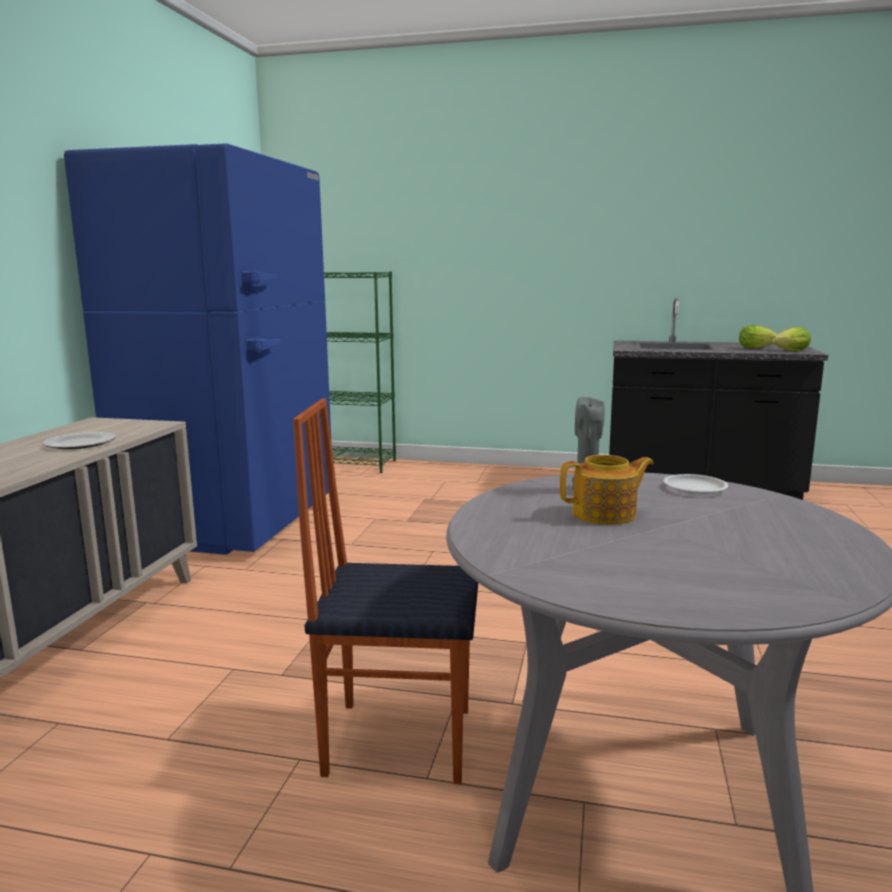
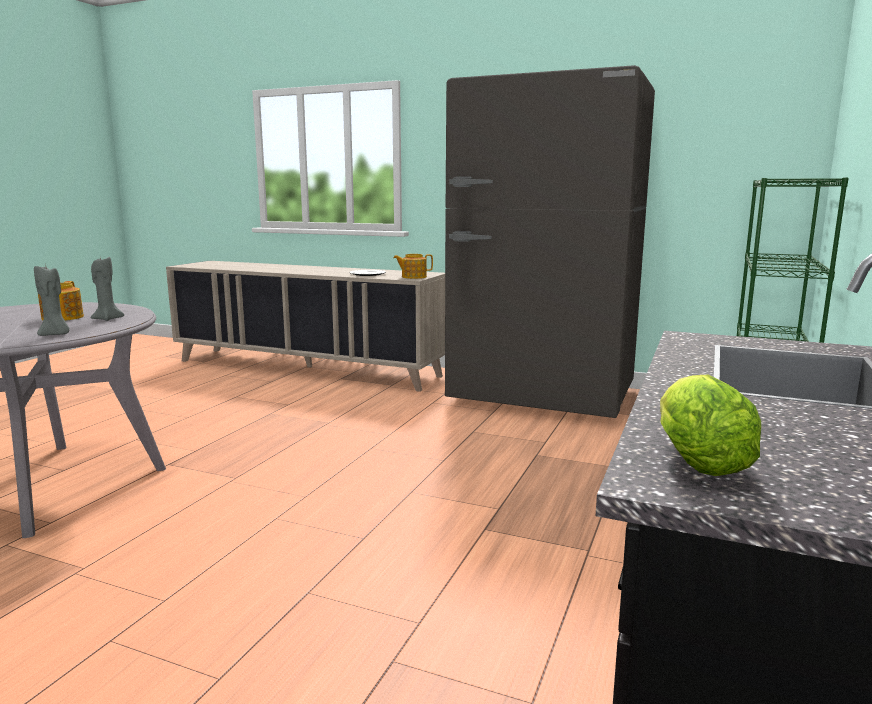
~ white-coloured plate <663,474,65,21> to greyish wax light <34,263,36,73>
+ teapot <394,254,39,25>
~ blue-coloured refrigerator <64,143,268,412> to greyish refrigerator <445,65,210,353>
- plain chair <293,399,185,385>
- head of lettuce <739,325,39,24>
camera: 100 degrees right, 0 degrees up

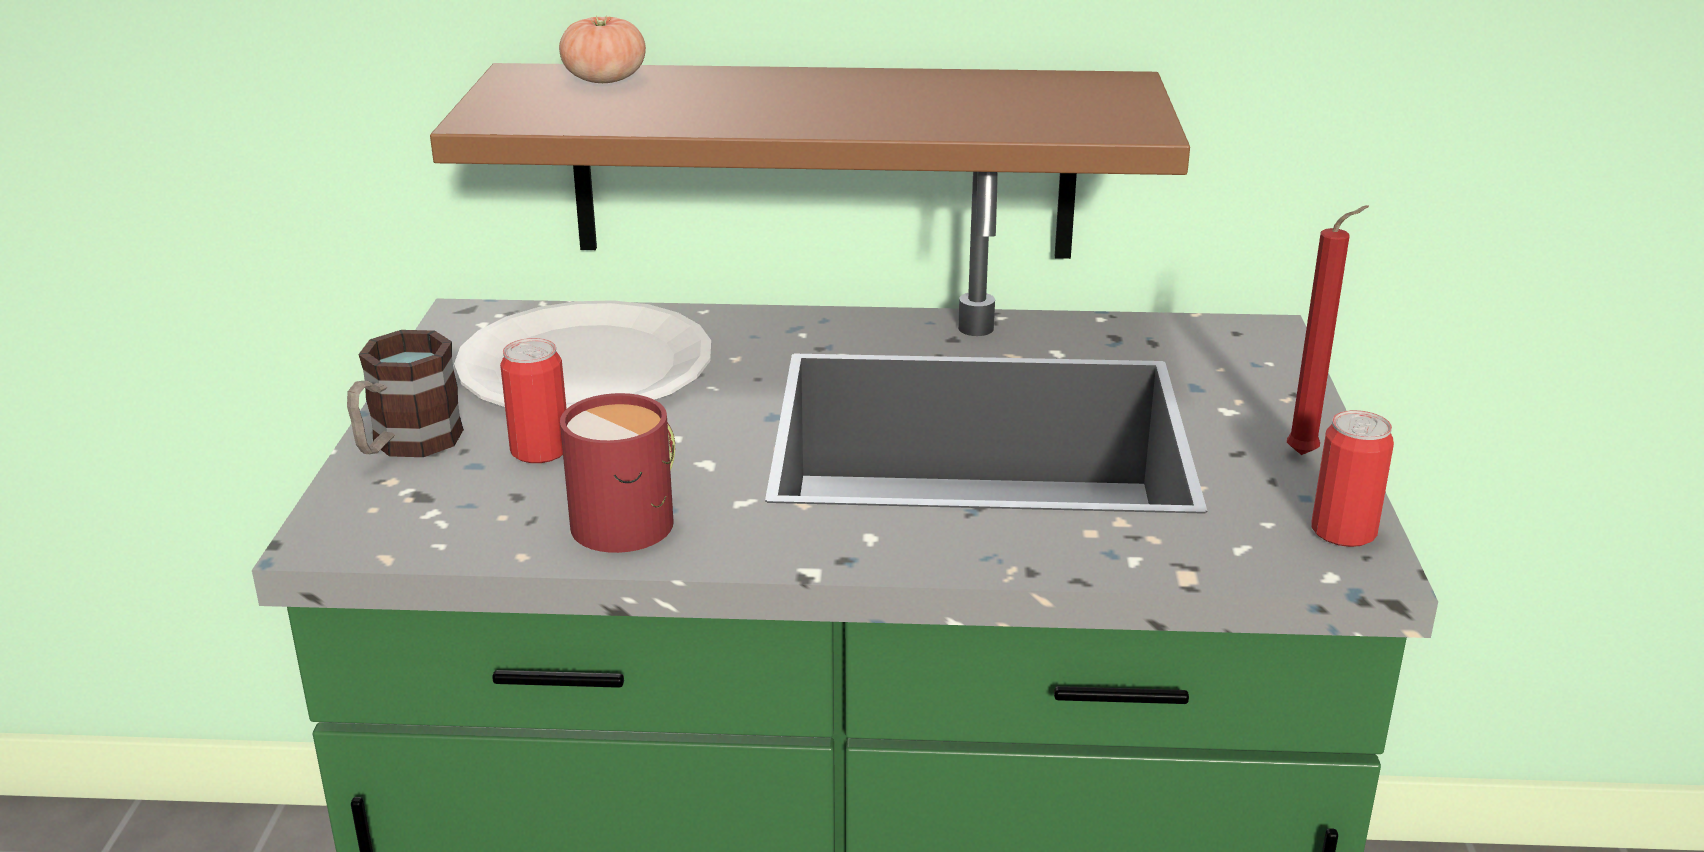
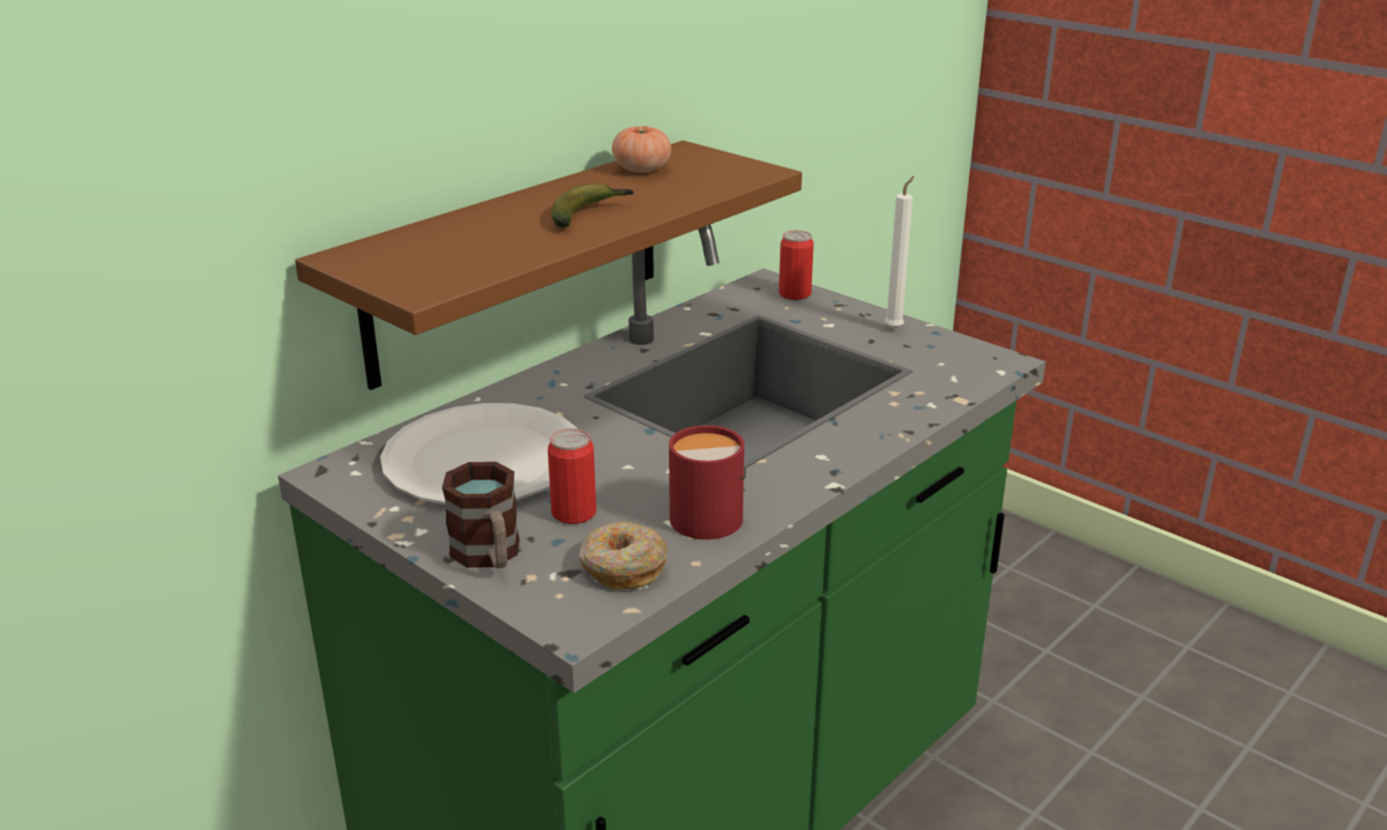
+ banana fruit <551,183,83,44>
+ doughnut <579,522,89,68>
~ fresh tomato <559,15,87,68> to <612,126,59,47>
~ can <1311,410,83,137> to <779,230,35,70>
~ red-coloured wax light <1287,205,82,250> to white-coloured wax light <885,176,29,154>
camera: 50 degrees left, 0 degrees up

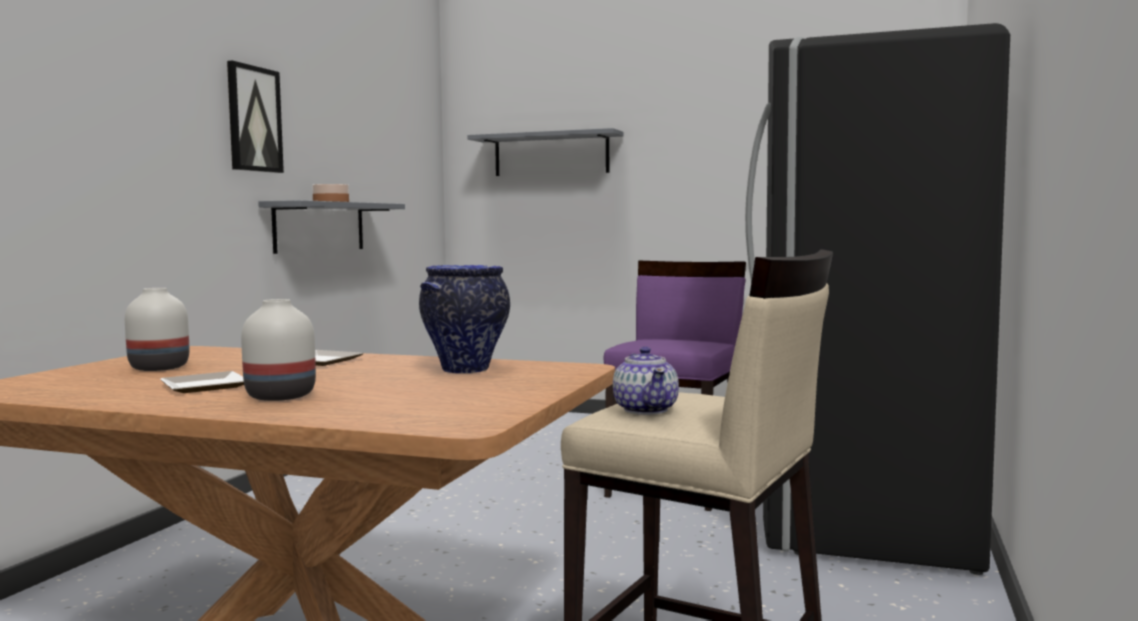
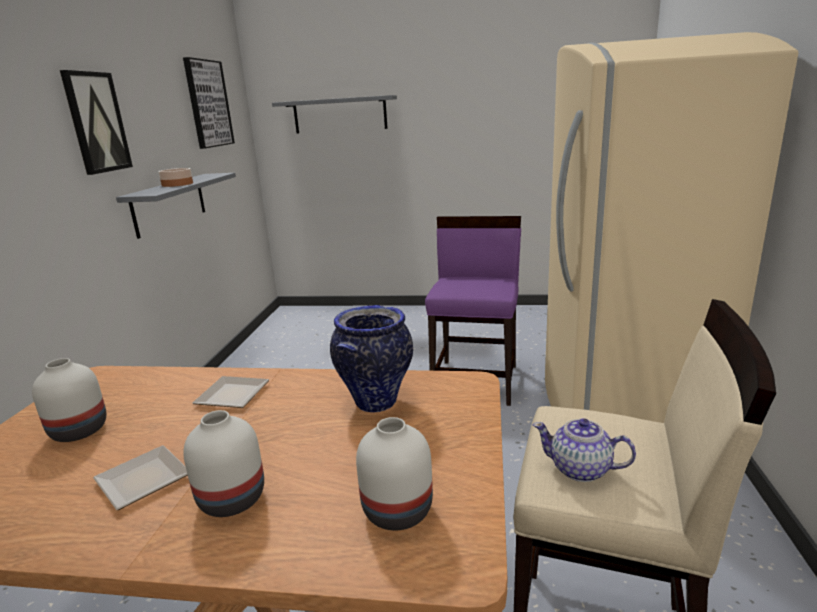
+ picture <183,57,52,92>
+ white-coloured vase <356,417,77,113>
~ teapot <613,347,66,68> = <533,418,103,64> 135 degrees clockwise
~ blackish refrigerator <745,23,265,552> to beige refrigerator <545,32,253,391>
camera: 10 degrees left, 15 degrees up

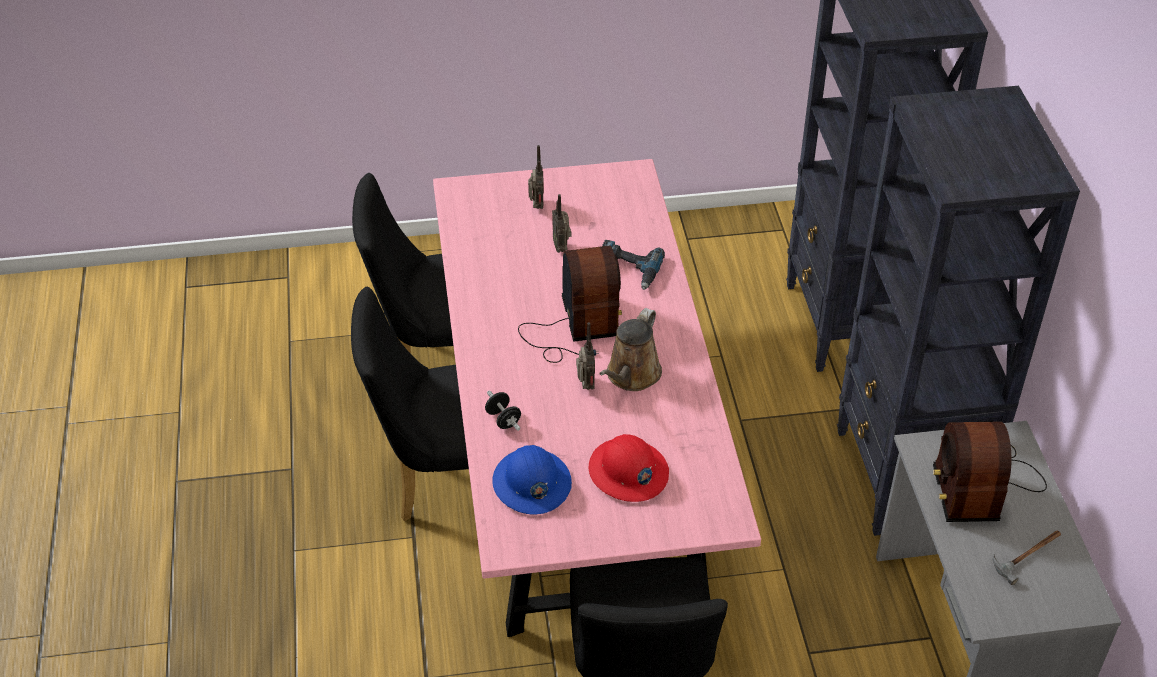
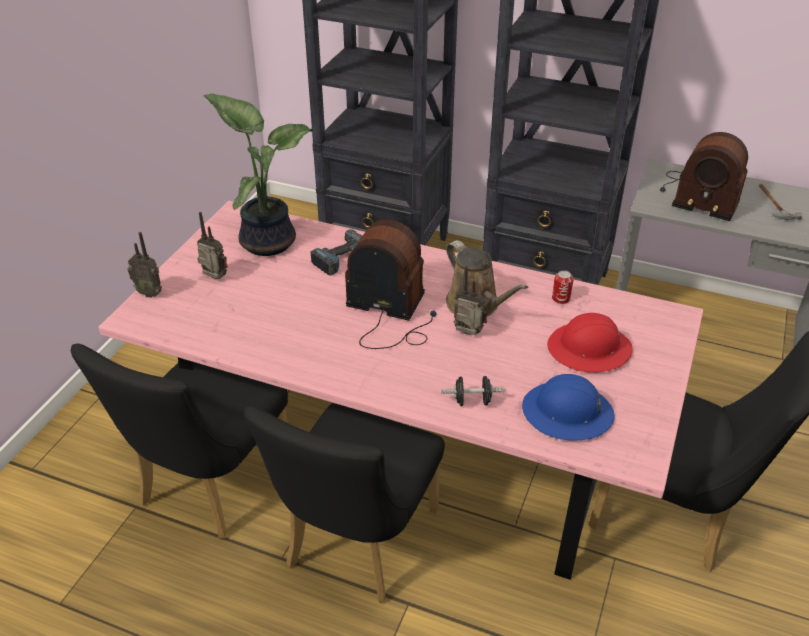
~ radio <552,194,19,59> to <127,232,35,66>
+ potted plant <203,94,110,162>
+ can <552,270,22,34>
camera: 60 degrees left, 5 degrees down

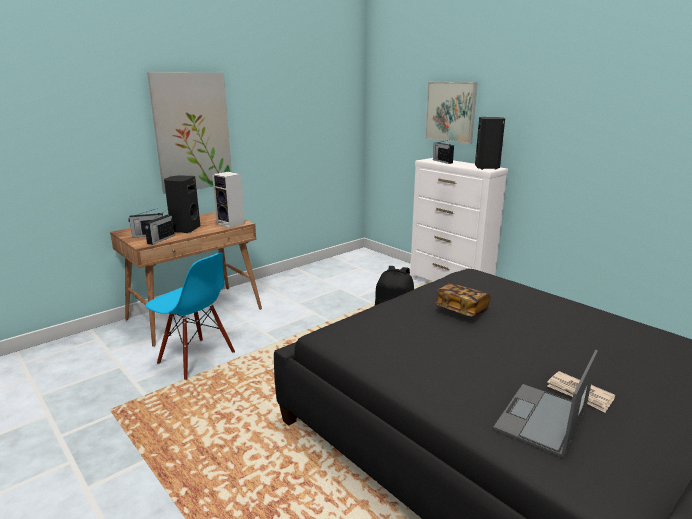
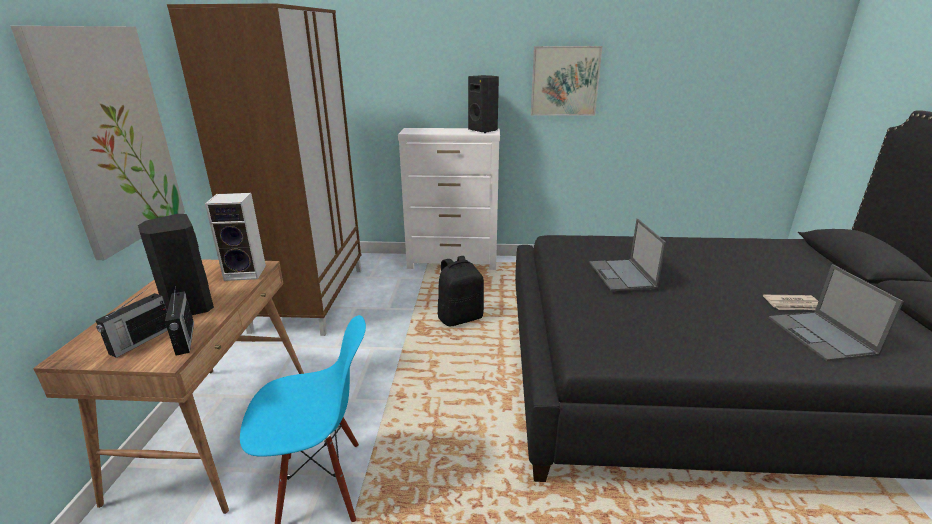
+ brown armoire <167,3,194,333>
~ picture <425,82,52,62> to <531,46,71,70>
~ book <435,283,56,34> to notebook computer <590,219,76,72>
- radio <433,140,21,24>
camera: 45 degrees left, 5 degrees up

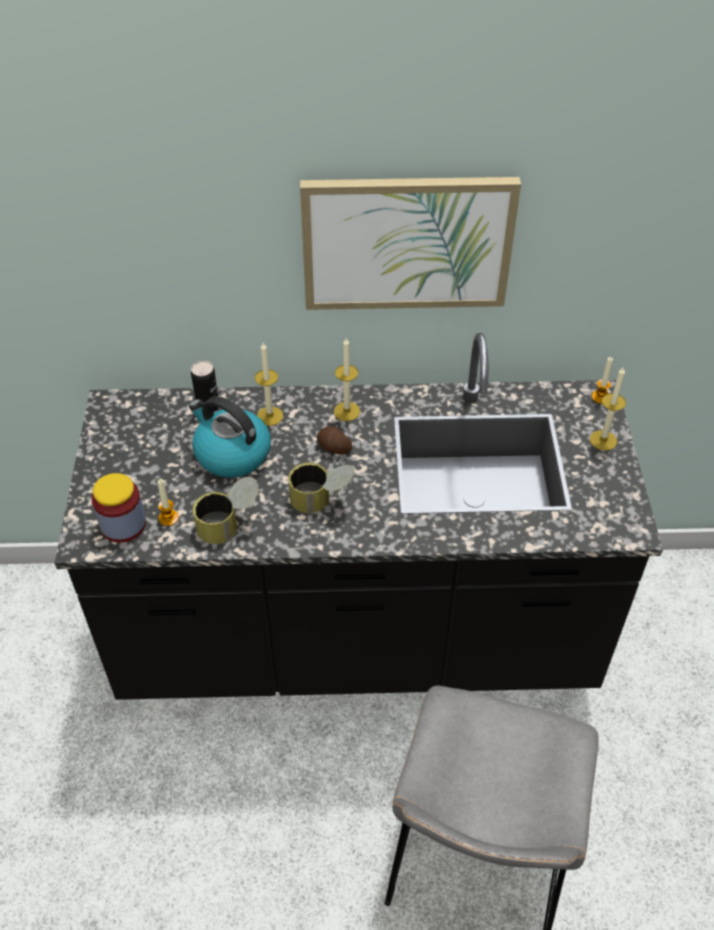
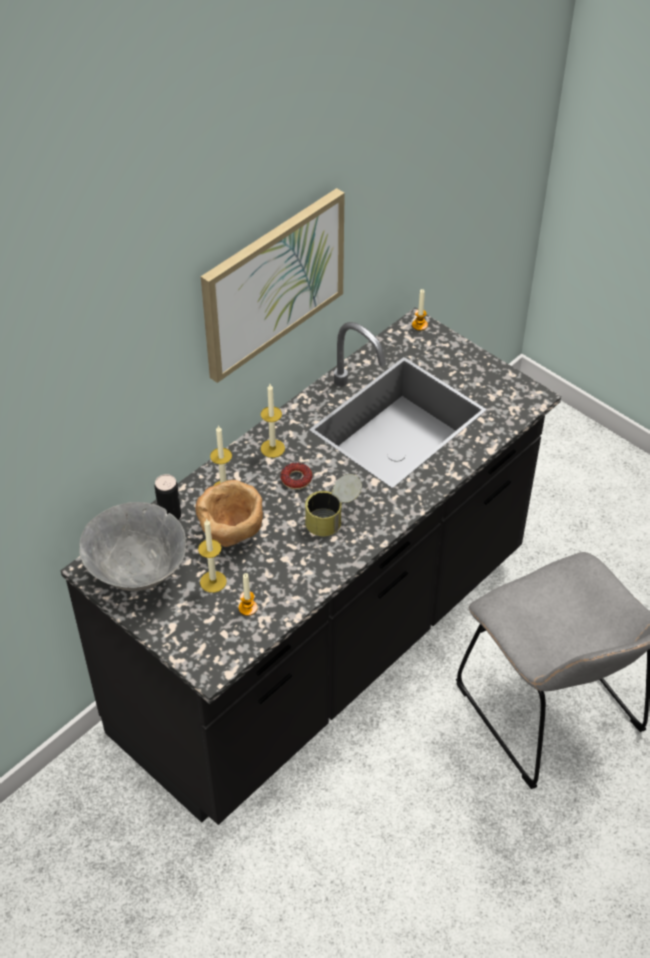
+ greyish deep dish <79,502,107,89>
~ tea kettle <189,396,82,82> to brown deep dish <196,480,67,67>
~ wax light <590,366,36,85> to <198,518,29,75>
~ spud <317,426,35,28> to doughnut <281,463,31,26>
- storage jar <91,473,55,70>
- can <192,477,67,67>
camera: 45 degrees left, 0 degrees up

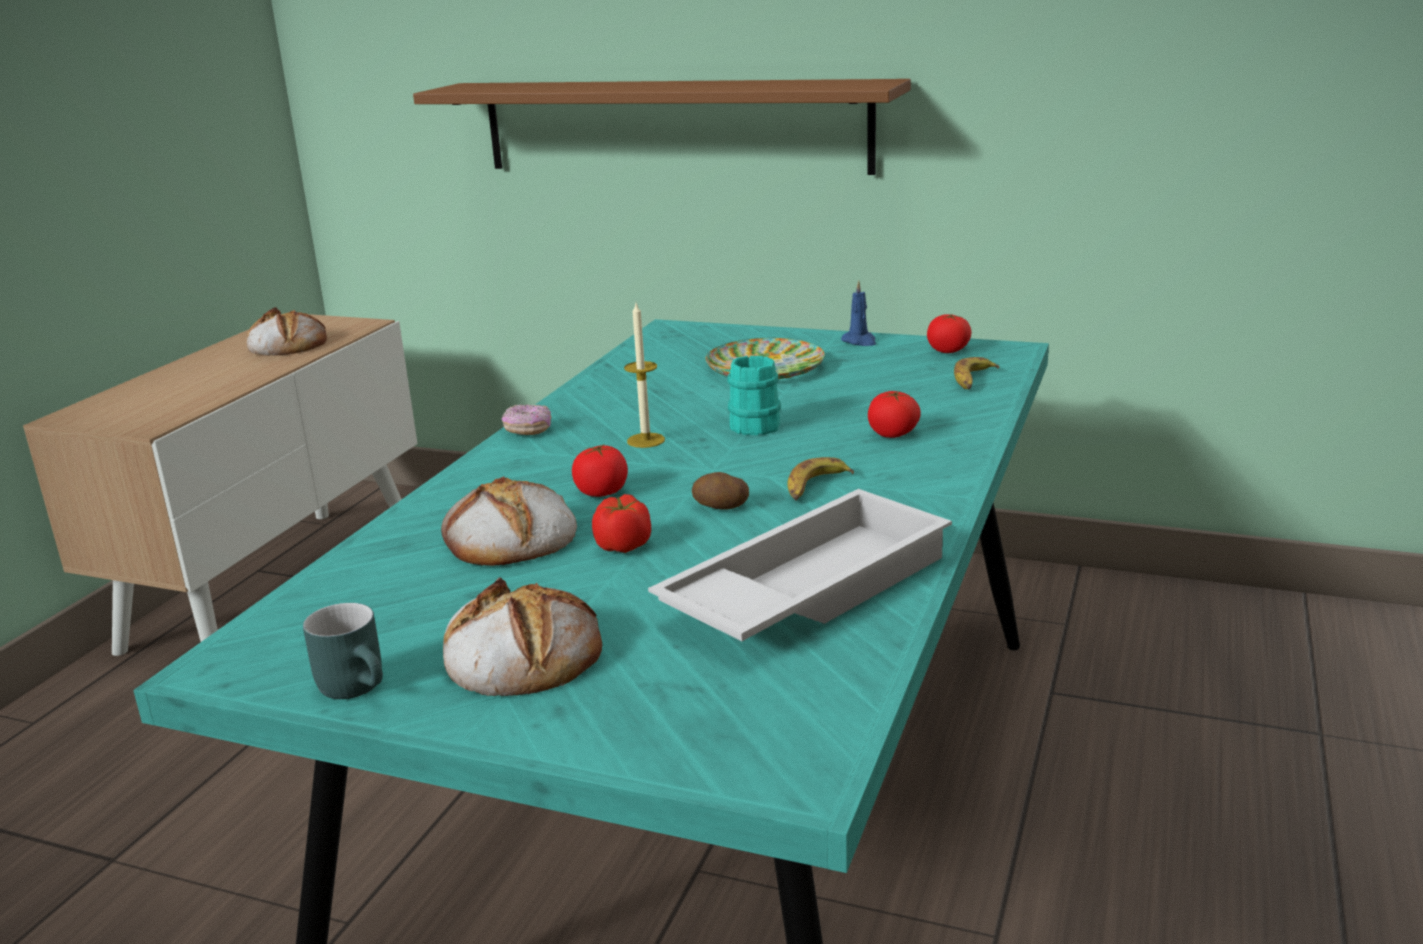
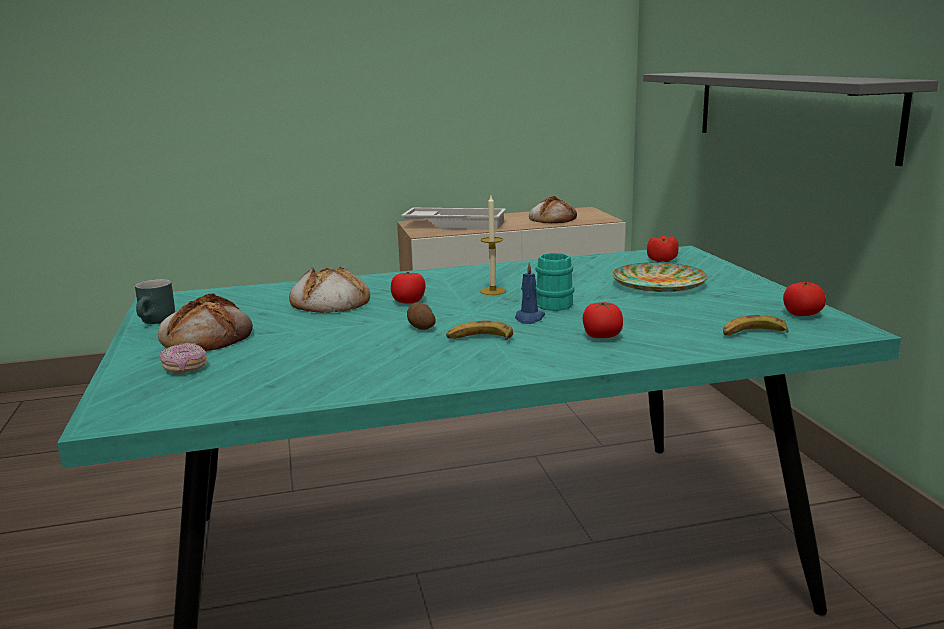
~ doughnut <502,404,49,31> to <160,343,47,30>
~ white-coloured tray <648,489,304,152> to <401,208,105,22>
~ blue-coloured wax light <841,280,35,66> to <515,262,30,62>
~ brown shelf <413,79,498,96> to greyish shelf <643,72,296,94>
~ fresh tomato <592,494,59,59> to <647,236,31,26>
camera: 55 degrees right, 5 degrees down

